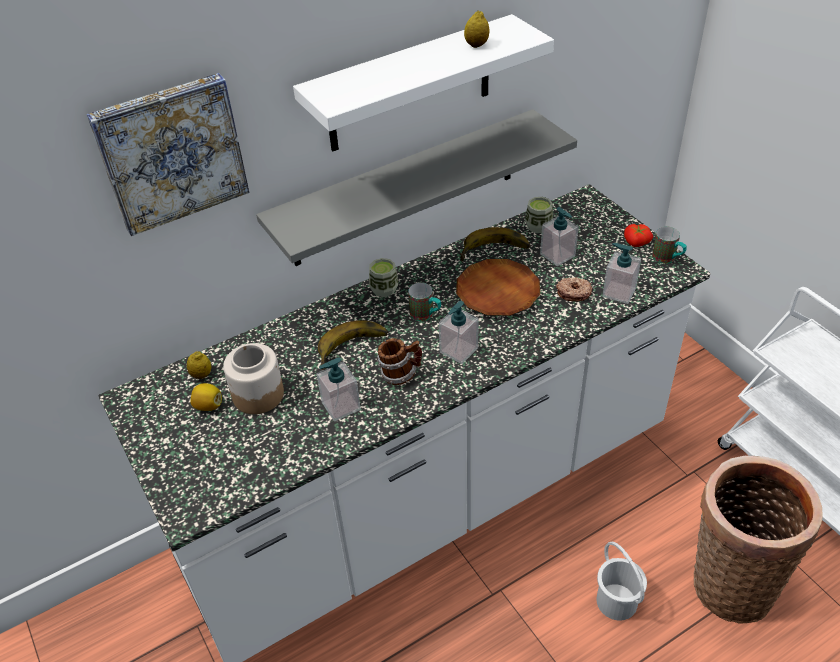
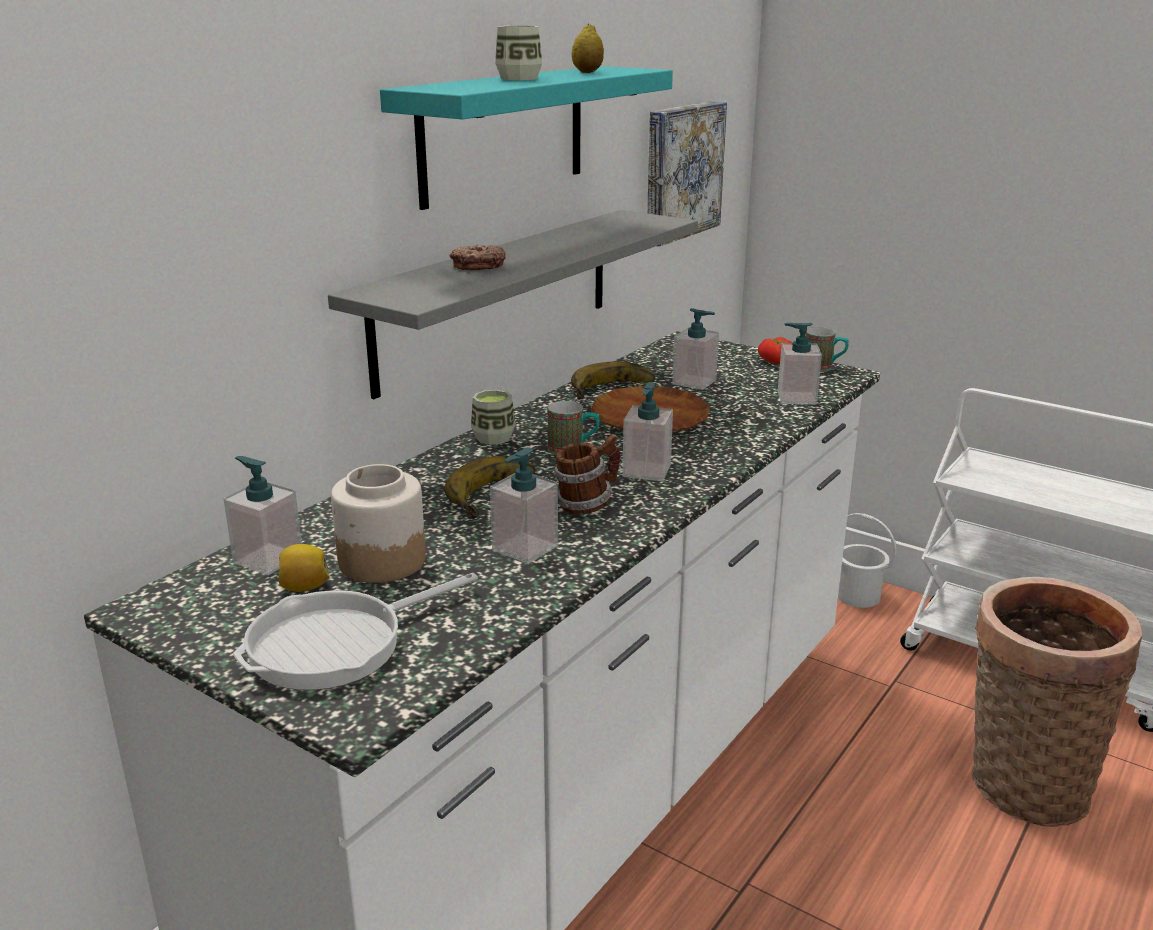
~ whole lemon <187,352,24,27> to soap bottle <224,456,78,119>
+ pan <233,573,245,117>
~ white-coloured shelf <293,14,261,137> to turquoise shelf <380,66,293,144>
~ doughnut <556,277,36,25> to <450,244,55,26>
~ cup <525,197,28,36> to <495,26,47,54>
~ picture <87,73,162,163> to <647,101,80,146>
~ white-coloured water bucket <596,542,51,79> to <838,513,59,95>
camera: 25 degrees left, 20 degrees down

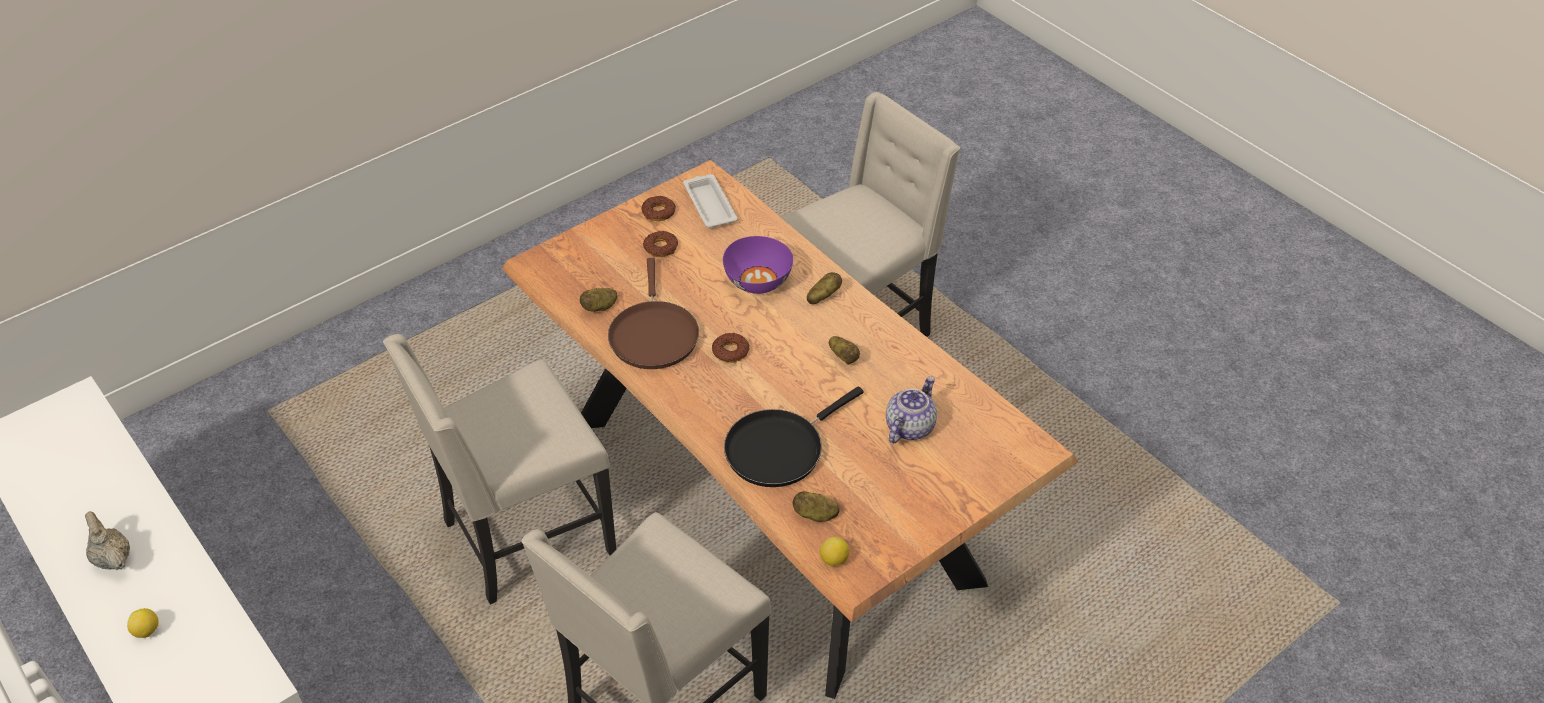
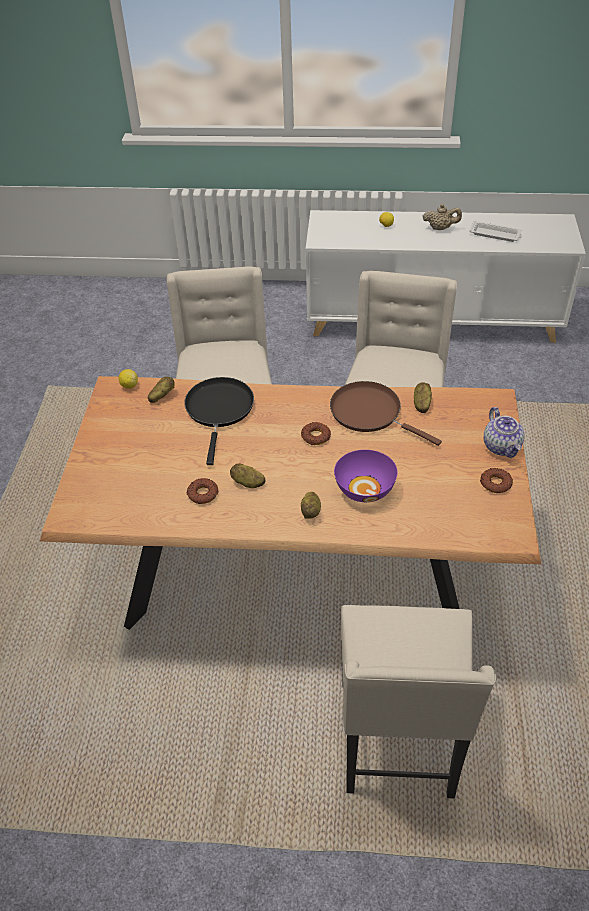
~ doughnut <643,231,35,26> to <186,478,32,26>
~ white-coloured tray <683,174,55,54> to <469,220,53,22>
~ teapot <886,376,51,67> to <484,407,40,51>
camera: 135 degrees right, 0 degrees up

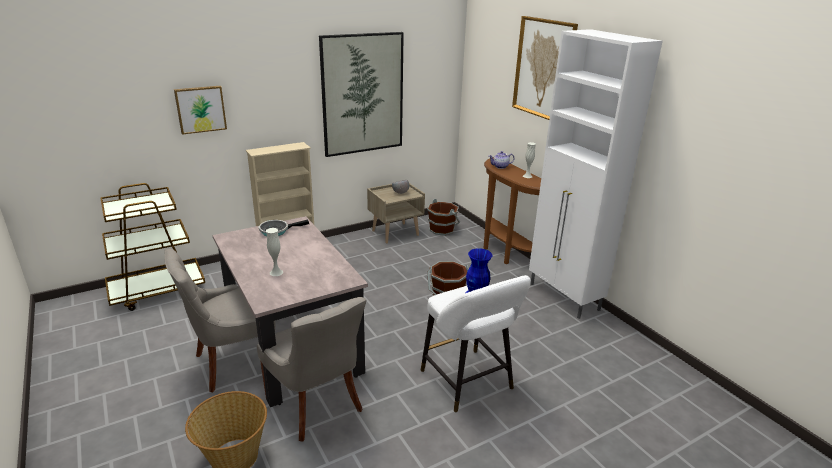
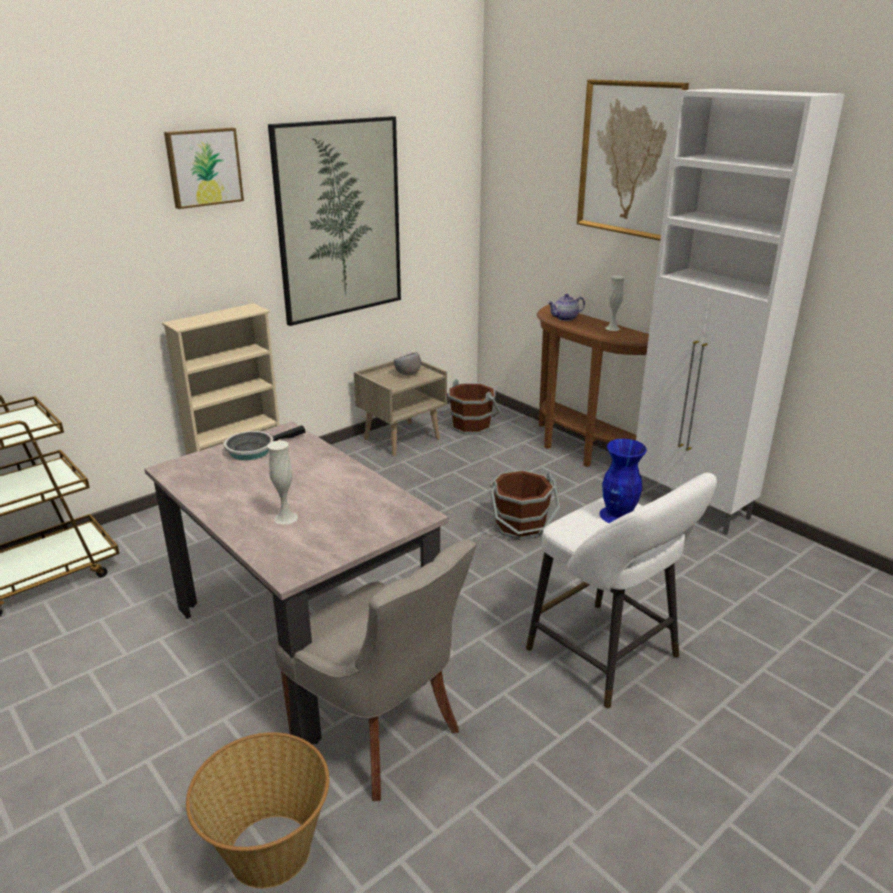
~ picture <174,86,53,49> to <164,128,80,81>
- greyish plain chair <165,249,110,143>
camera: 10 degrees left, 0 degrees up

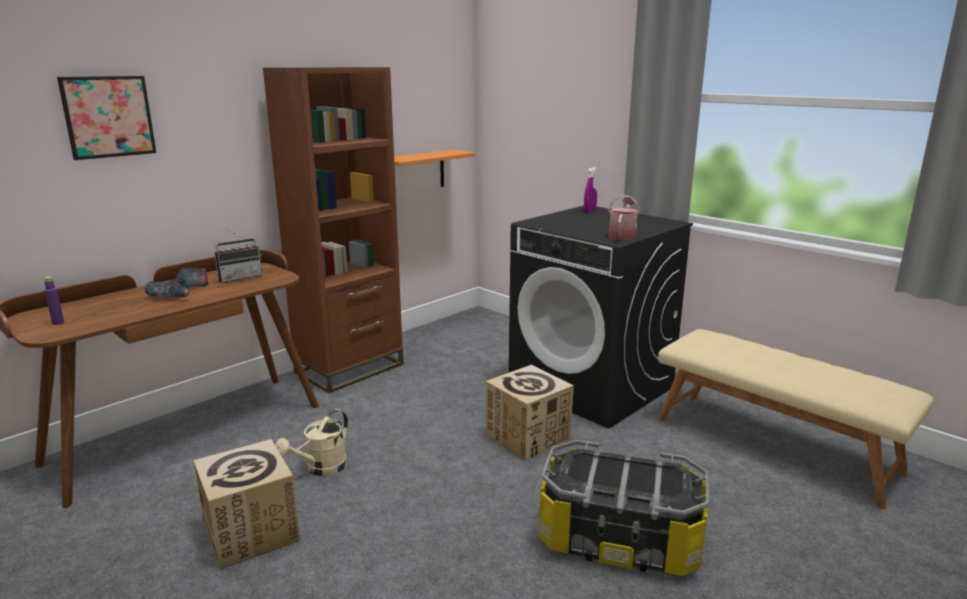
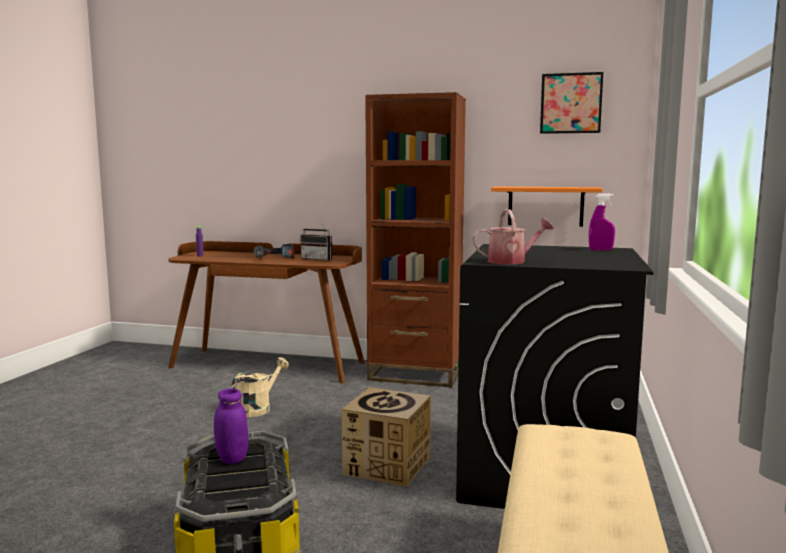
+ purple storage jar <214,388,34,76>
~ beige sprinkling can <275,409,73,67> = <232,357,57,60> 120 degrees clockwise
~ picture <57,76,99,84> to <540,72,63,62>
- packing box <193,439,107,130>
camera: 60 degrees right, 10 degrees down

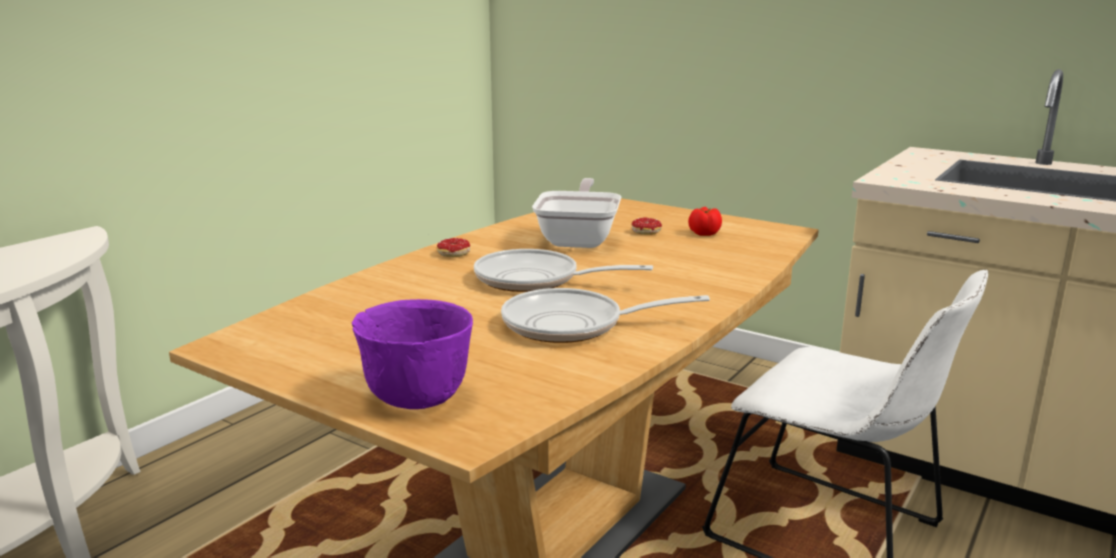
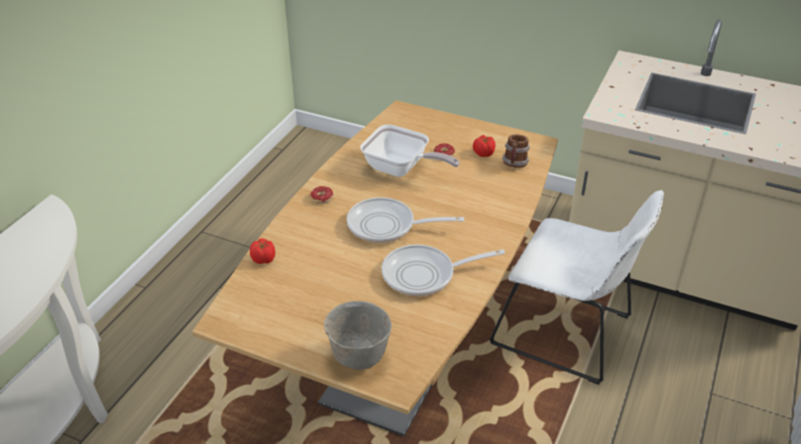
+ fresh tomato <250,238,25,26>
~ purple deep dish <352,299,121,110> to greyish deep dish <324,301,68,69>
~ pan <532,178,89,70> = <360,124,100,53> 120 degrees clockwise
+ mug <502,134,28,34>
camera: 10 degrees left, 20 degrees up

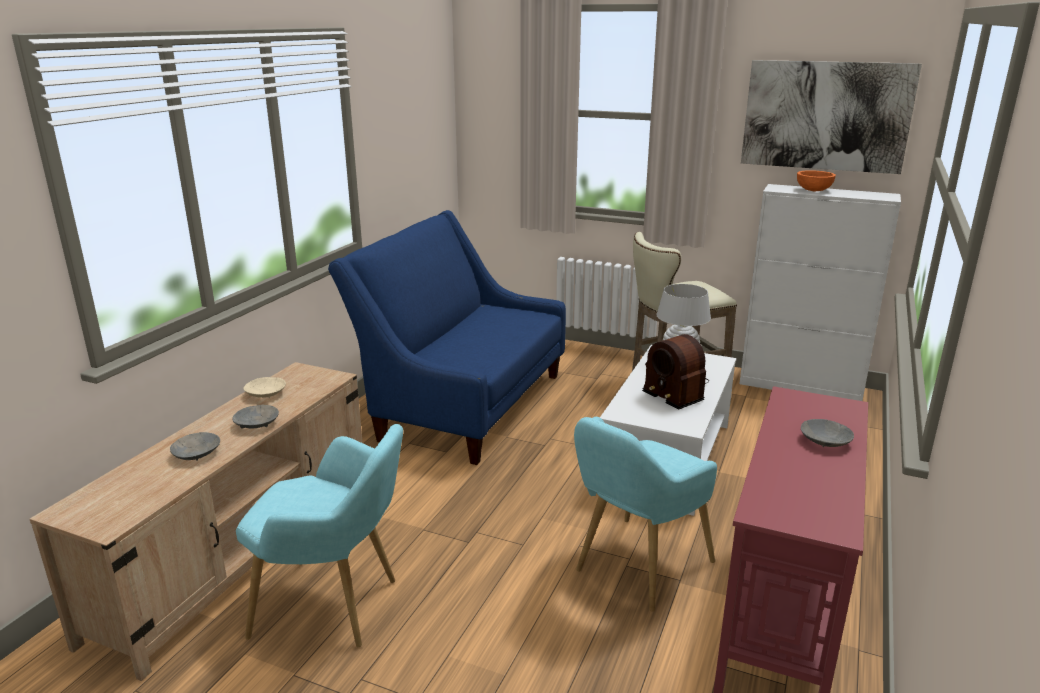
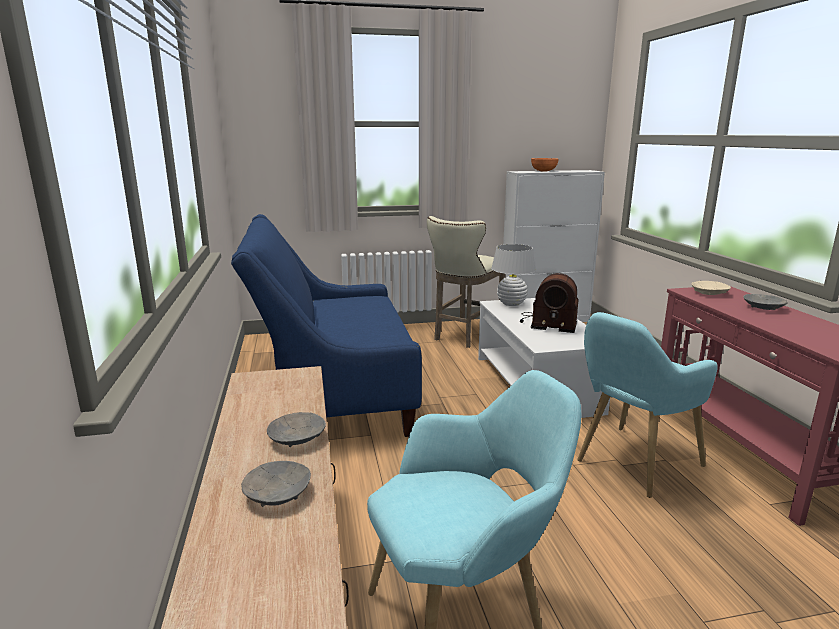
~ turquoise armchair <574,417,143,195> = <578,312,140,186> 45 degrees clockwise
~ beige deep dish <243,377,43,21> to <692,281,39,14>
- picture <741,60,181,114>
camera: 35 degrees left, 5 degrees down

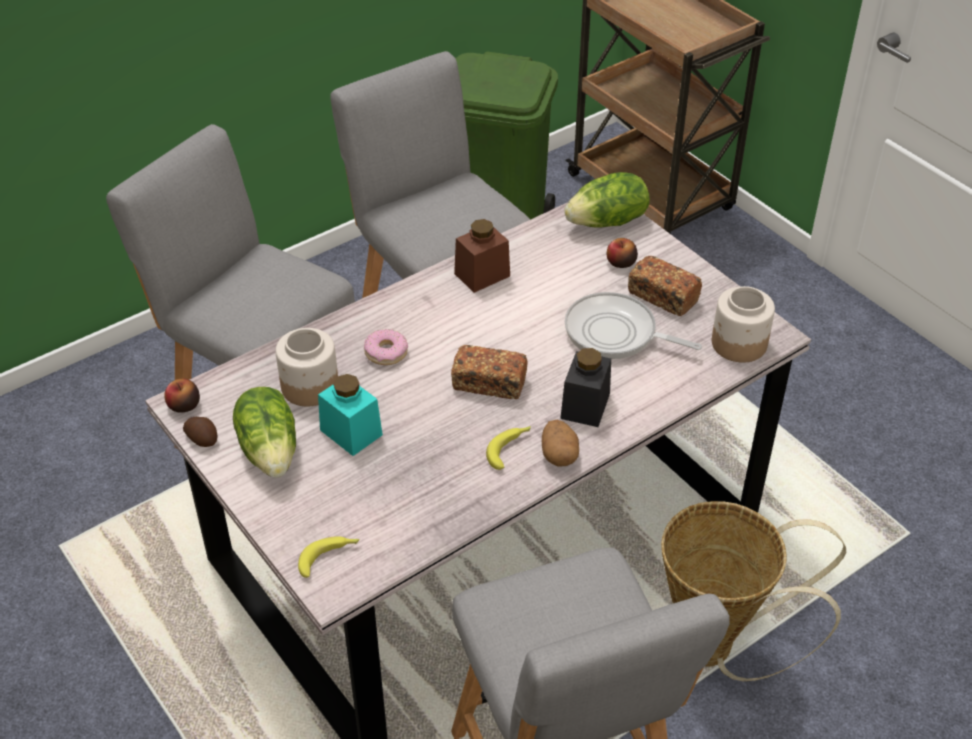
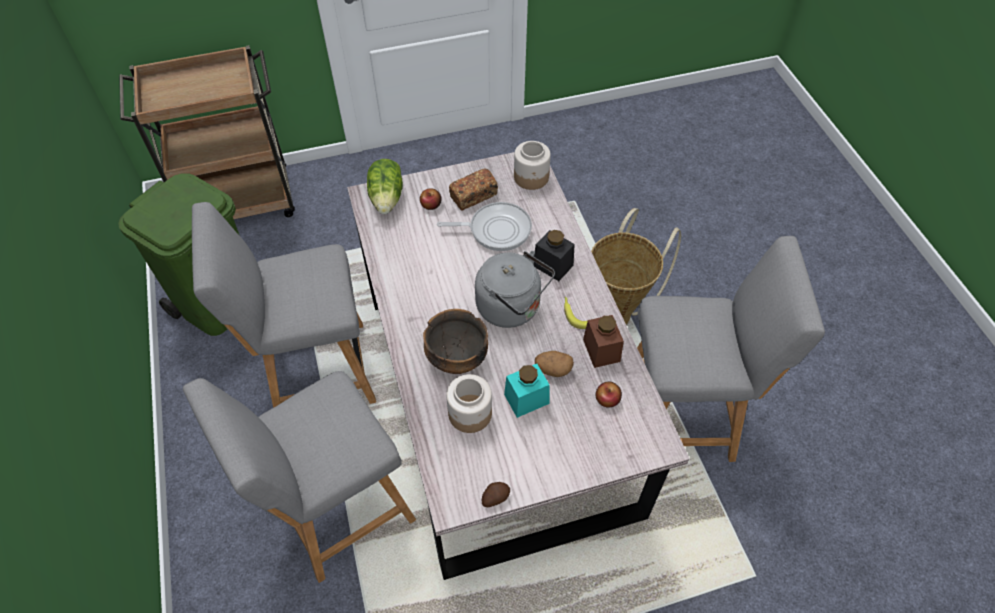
~ doughnut <364,329,44,36> to deep dish <423,309,65,65>
~ pan <565,292,137,67> = <437,202,95,49> 135 degrees counterclockwise
~ bread <451,345,77,54> to greyish tea kettle <475,251,80,77>
~ spud <542,420,37,47> to <535,351,39,26>
~ brown storage jar <454,219,56,74> to <583,315,41,53>
~ whole apple <164,379,36,33> to <595,382,27,25>
- head of lettuce <233,387,63,91>
- banana fruit <298,536,62,42>
camera: 70 degrees left, 10 degrees up

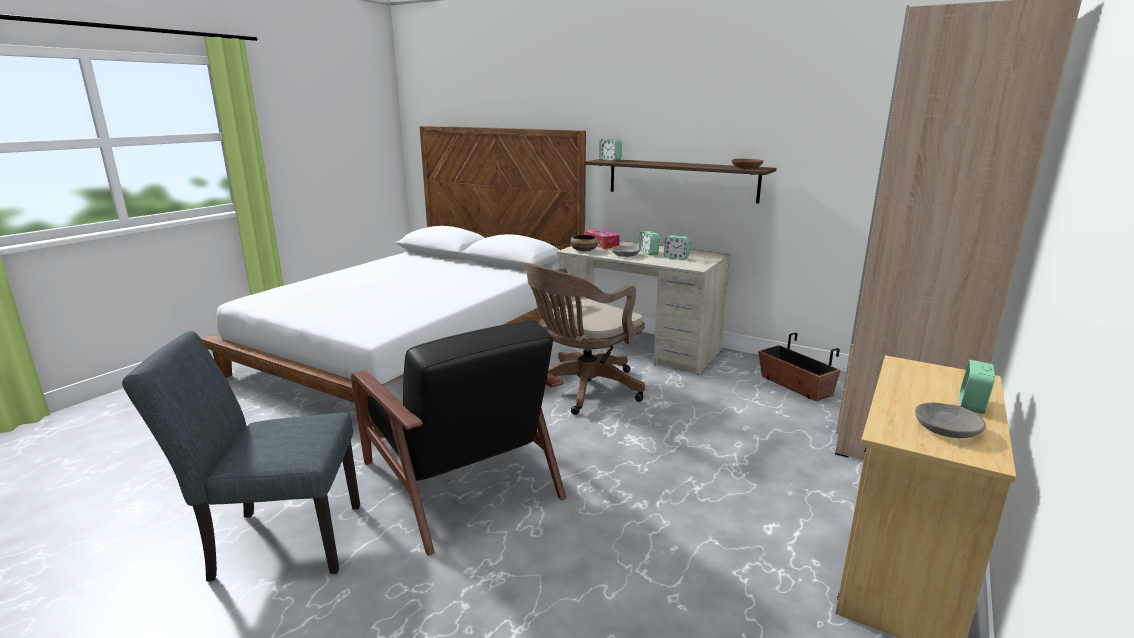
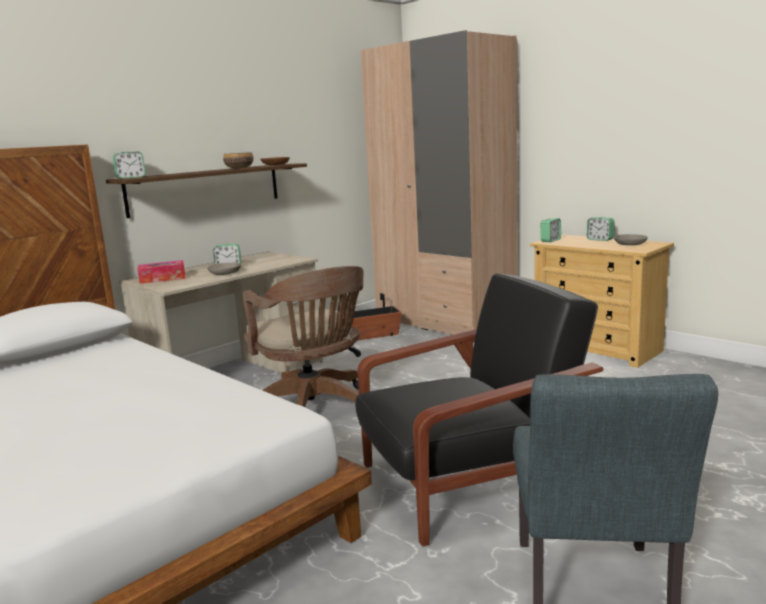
~ deep dish <571,235,27,16> to <223,152,31,16>
~ alarm clock <664,235,26,25> to <540,218,21,24>
camera: 75 degrees left, 5 degrees down

